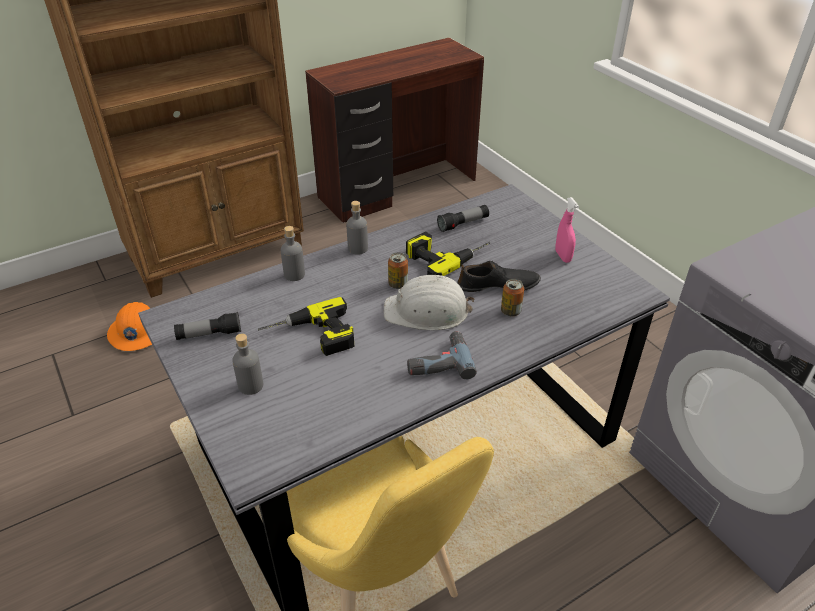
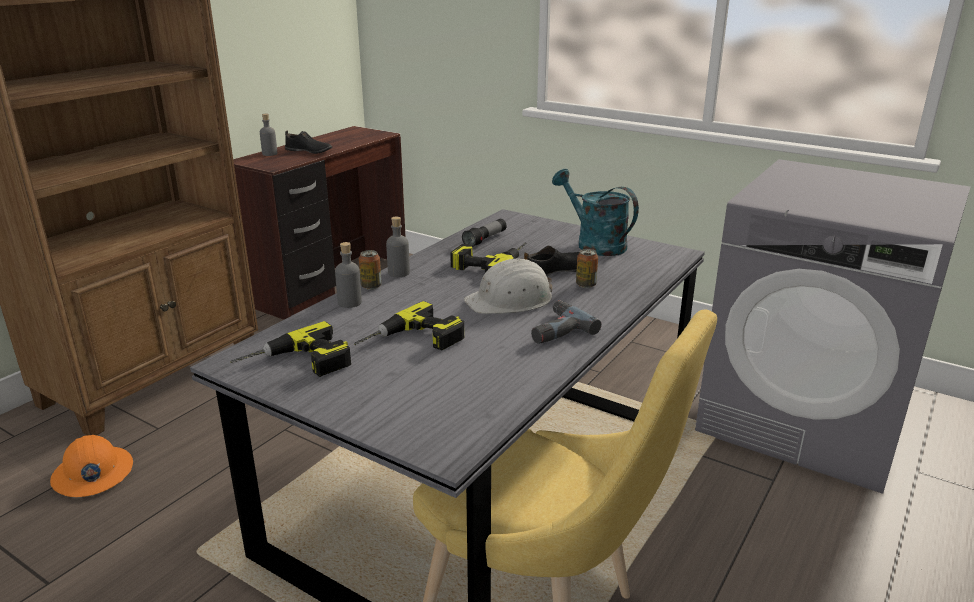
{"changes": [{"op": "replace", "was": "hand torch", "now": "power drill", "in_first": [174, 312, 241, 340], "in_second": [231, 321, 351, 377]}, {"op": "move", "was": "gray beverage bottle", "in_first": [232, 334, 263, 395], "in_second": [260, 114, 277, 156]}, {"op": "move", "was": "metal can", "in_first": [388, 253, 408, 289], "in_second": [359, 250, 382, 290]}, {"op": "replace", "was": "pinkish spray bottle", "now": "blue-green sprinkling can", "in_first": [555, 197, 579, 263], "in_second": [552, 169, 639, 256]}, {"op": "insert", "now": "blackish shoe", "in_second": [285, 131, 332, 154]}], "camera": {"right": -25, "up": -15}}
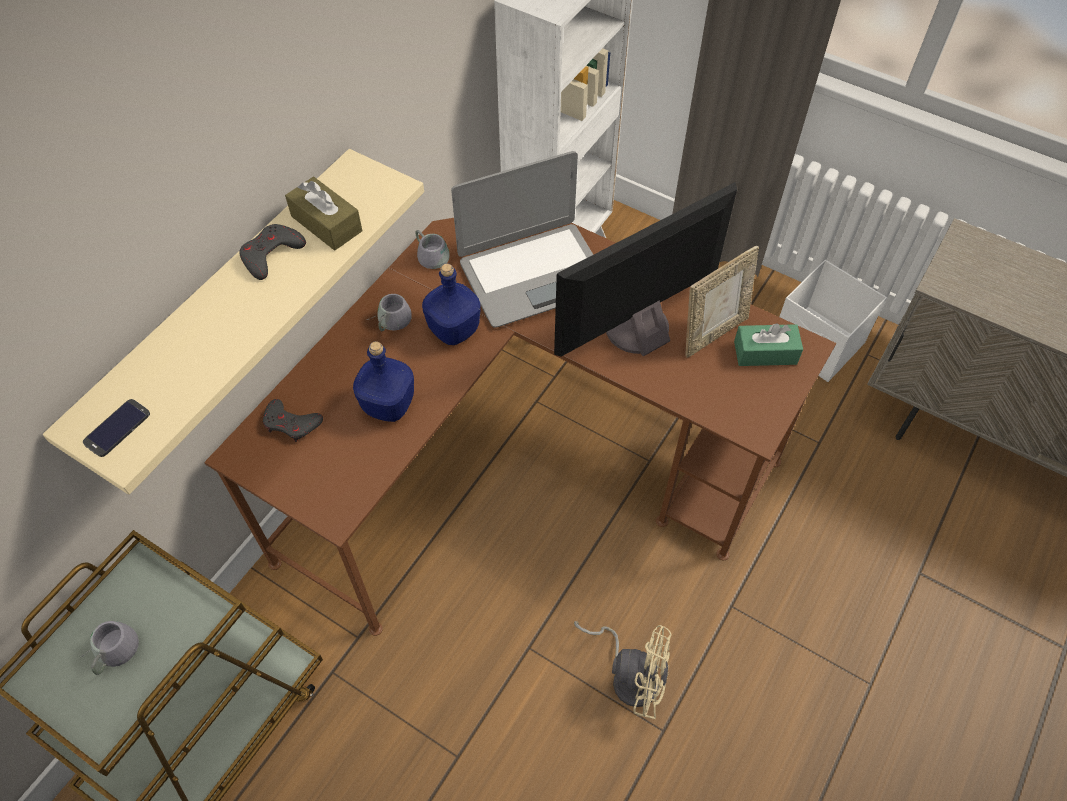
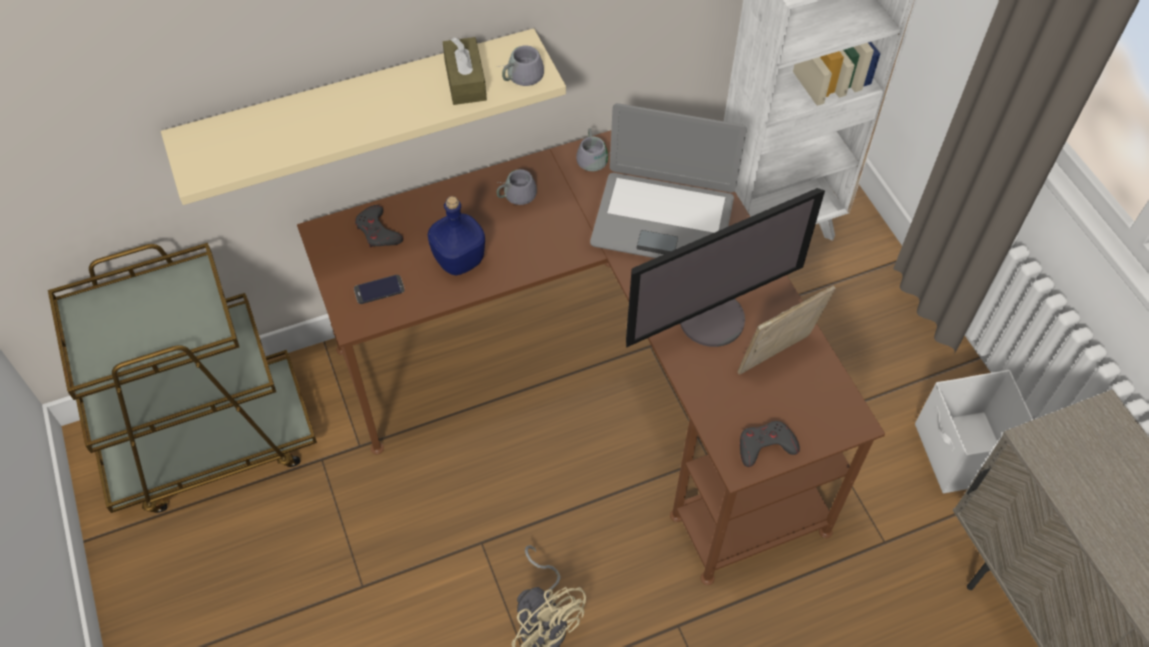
{"changes": [{"op": "move", "was": "gray mug", "in_first": [81, 621, 139, 675], "in_second": [497, 46, 544, 86]}, {"op": "move", "was": "telephone", "in_first": [83, 399, 150, 457], "in_second": [354, 275, 405, 304]}, {"op": "move", "was": "gray gamepad", "in_first": [239, 224, 306, 280], "in_second": [740, 421, 800, 467]}, {"op": "delete", "was": "blue-coloured beverage bottle", "in_first": [422, 263, 481, 345]}, {"op": "rotate", "was": "monitor", "in_first": [554, 182, 737, 357], "in_second": [626, 188, 825, 348], "clockwise": 150}, {"op": "rotate", "was": "standing frame", "in_first": [685, 246, 759, 358], "in_second": [737, 286, 836, 375], "clockwise": 150}, {"op": "delete", "was": "green tissue box", "in_first": [734, 323, 803, 366]}], "camera": {"right": 35, "up": 0}}
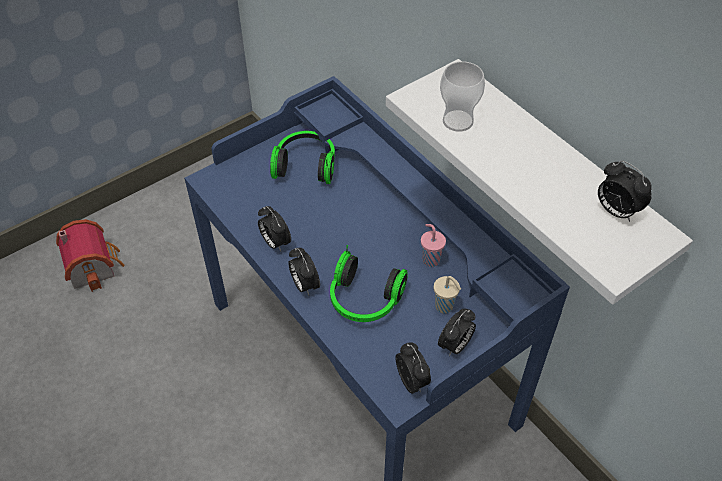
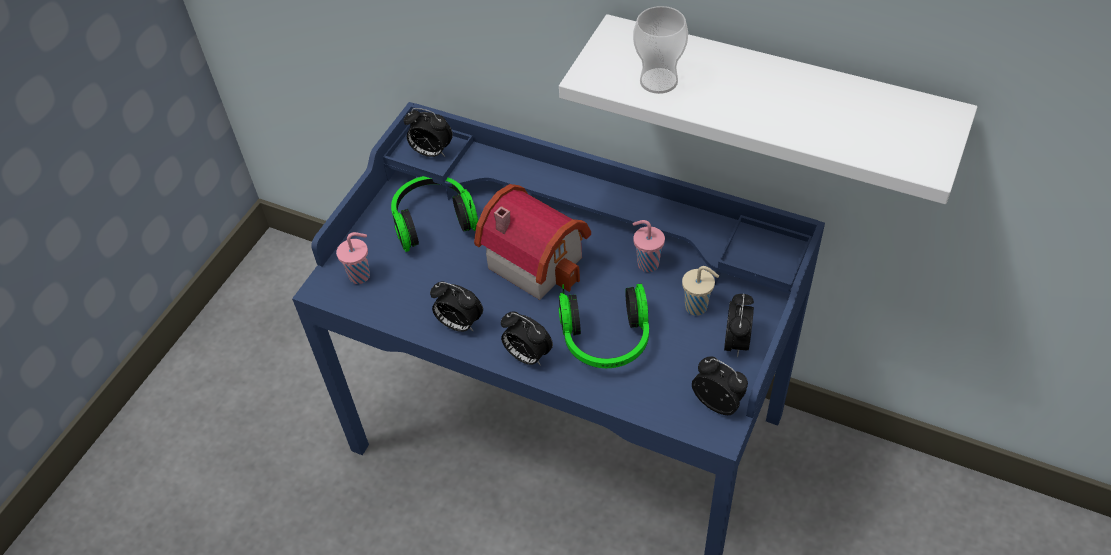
{"changes": [{"op": "move", "was": "toy house", "in_first": [56, 219, 125, 292], "in_second": [474, 184, 591, 300]}, {"op": "move", "was": "bedside clock", "in_first": [598, 161, 652, 222], "in_second": [404, 108, 453, 157]}, {"op": "insert", "now": "pinkish drinking cup", "in_second": [336, 232, 370, 284]}], "camera": {"right": -25, "up": 0}}
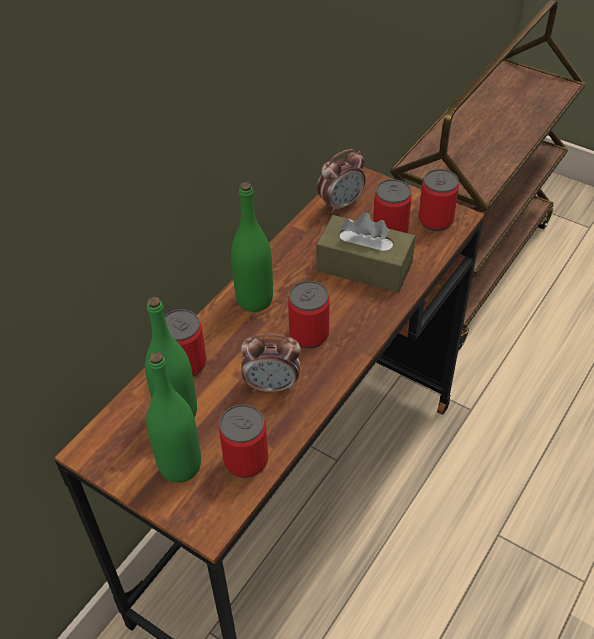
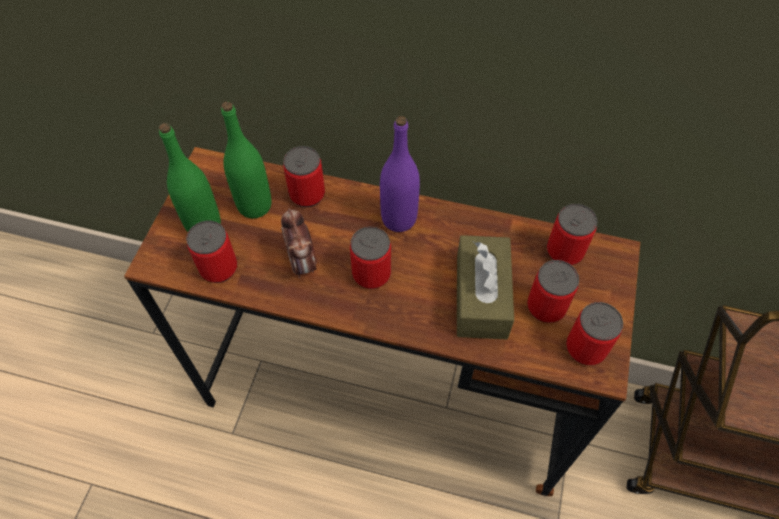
{"changes": [{"op": "recolor", "was": "green beverage bottle", "now": "purple-coloured beverage bottle", "in_first": [231, 182, 273, 312], "in_second": [380, 116, 420, 232]}, {"op": "replace", "was": "bedside clock", "now": "metal can", "in_first": [317, 149, 366, 214], "in_second": [547, 204, 598, 265]}], "camera": {"right": 70, "up": 10}}
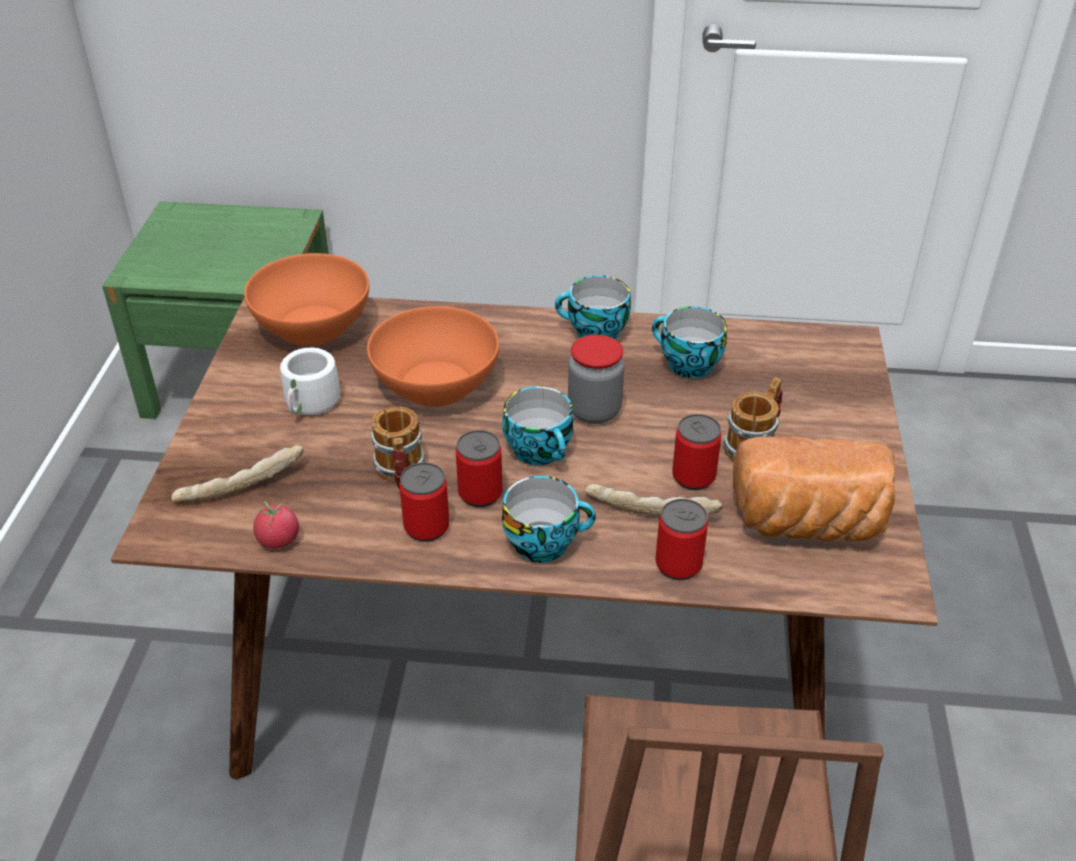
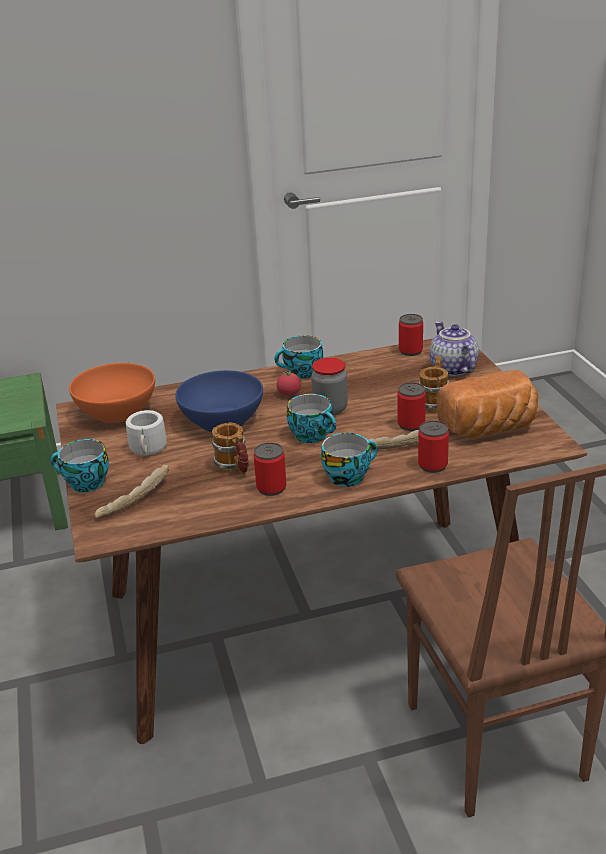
{"changes": [{"op": "move", "was": "tomato", "in_first": [253, 501, 299, 548], "in_second": [277, 370, 301, 396]}, {"op": "recolor", "was": "orangey deep dish", "now": "blue-coloured deep dish", "in_first": [367, 306, 499, 407], "in_second": [175, 370, 263, 432]}, {"op": "move", "was": "metal can", "in_first": [456, 430, 502, 507], "in_second": [399, 314, 423, 356]}, {"op": "move", "was": "drinking cup", "in_first": [652, 306, 727, 378], "in_second": [51, 439, 109, 492]}, {"op": "insert", "now": "teapot", "in_second": [429, 321, 479, 376]}], "camera": {"right": -20, "up": -10}}
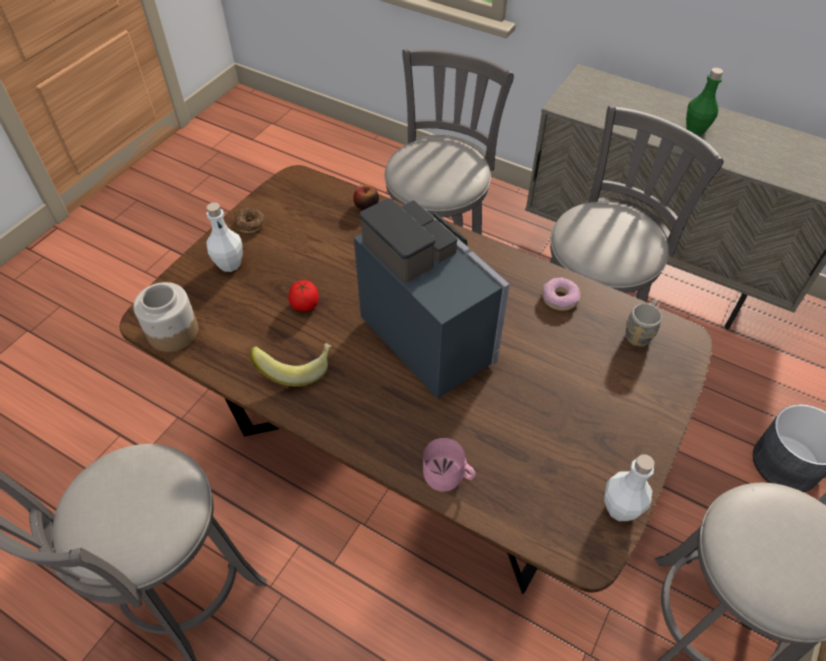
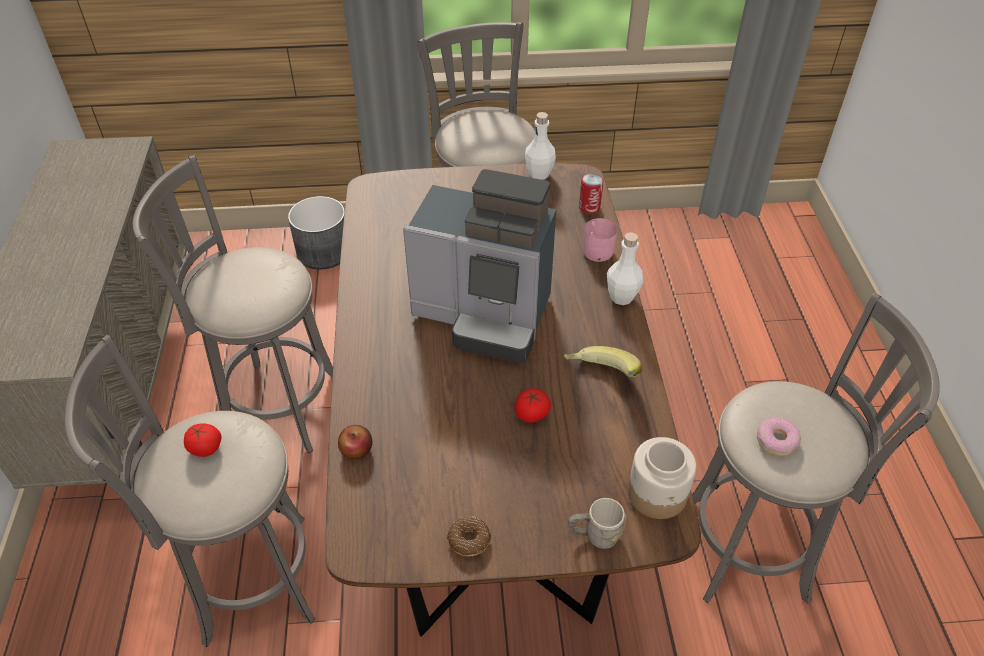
{"changes": [{"op": "move", "was": "whitish beverage bottle", "in_first": [206, 202, 243, 272], "in_second": [607, 232, 643, 305]}, {"op": "rotate", "was": "coffee brewer", "in_first": [354, 198, 510, 399], "in_second": [403, 169, 556, 363], "clockwise": -90}, {"op": "move", "was": "ring doughnut", "in_first": [542, 278, 581, 311], "in_second": [757, 417, 801, 456]}, {"op": "move", "was": "gray mug", "in_first": [626, 299, 662, 347], "in_second": [568, 498, 626, 549]}, {"op": "delete", "was": "green beverage bottle", "in_first": [686, 68, 723, 135]}, {"op": "insert", "now": "tomato", "in_second": [184, 423, 221, 457]}, {"op": "insert", "now": "metal can", "in_second": [579, 174, 604, 214]}], "camera": {"right": -125, "up": -5}}
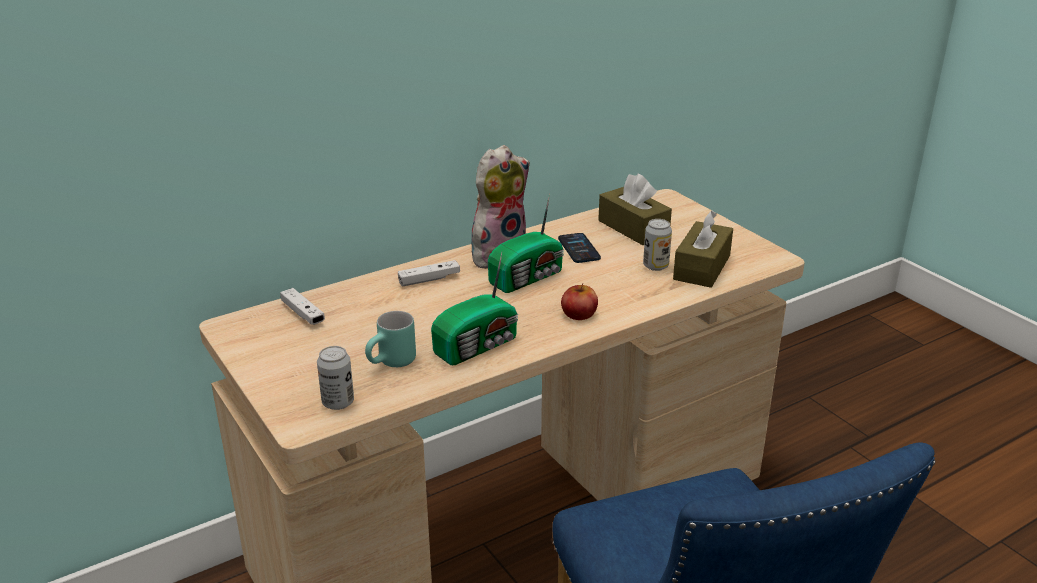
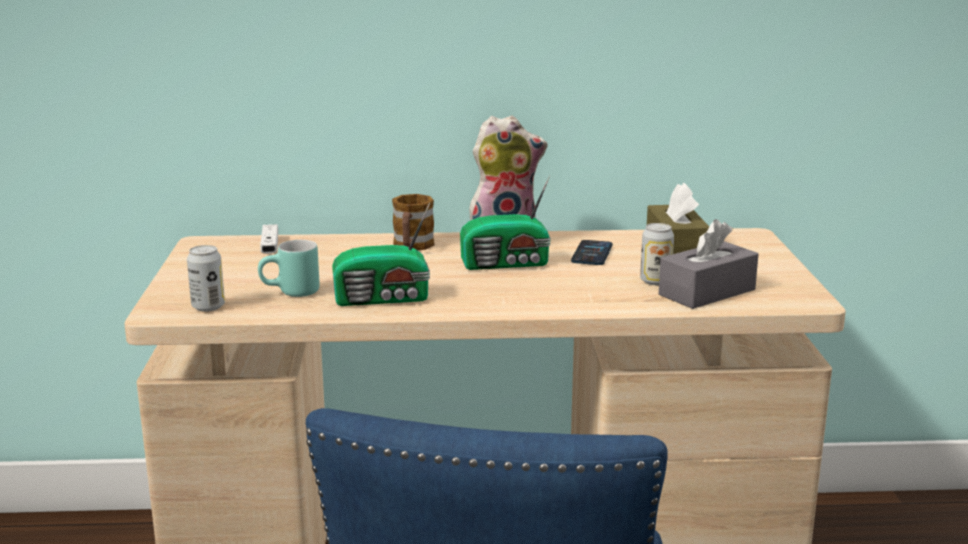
{"changes": [{"op": "replace", "was": "whitish gamepad", "now": "mug", "in_first": [398, 260, 460, 286], "in_second": [392, 194, 434, 250]}, {"op": "delete", "was": "apple fruit", "in_first": [561, 283, 598, 320]}, {"op": "recolor", "was": "brown-coloured tissue box", "now": "gray tissue box", "in_first": [673, 210, 733, 288], "in_second": [659, 219, 758, 309]}], "camera": {"right": 30, "up": -10}}
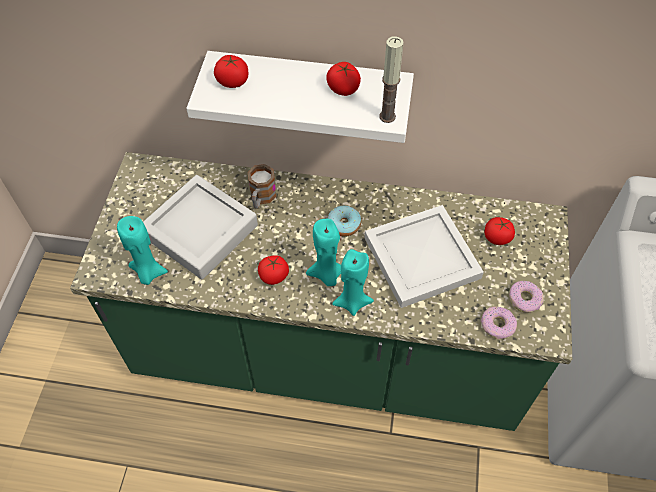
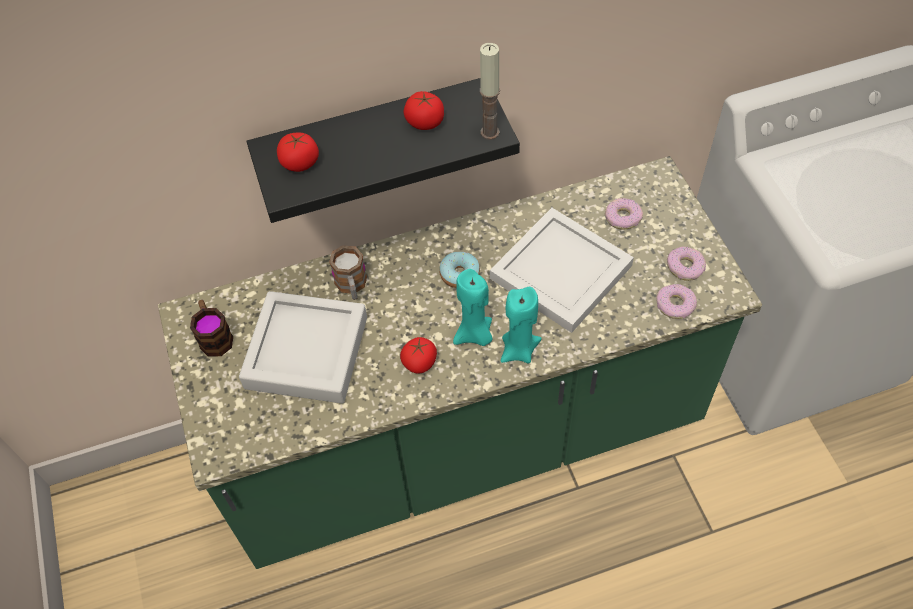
{"changes": [{"op": "delete", "was": "blue-green candle", "in_first": [117, 216, 168, 285]}, {"op": "recolor", "was": "whitish wall shelf", "now": "blackish wall shelf", "in_first": [186, 51, 414, 143], "in_second": [246, 78, 520, 223]}, {"op": "replace", "was": "tomato", "now": "ring doughnut", "in_first": [485, 217, 515, 245], "in_second": [605, 198, 643, 230]}, {"op": "insert", "now": "mug", "in_second": [190, 300, 233, 357]}], "camera": {"right": -25, "up": 0}}
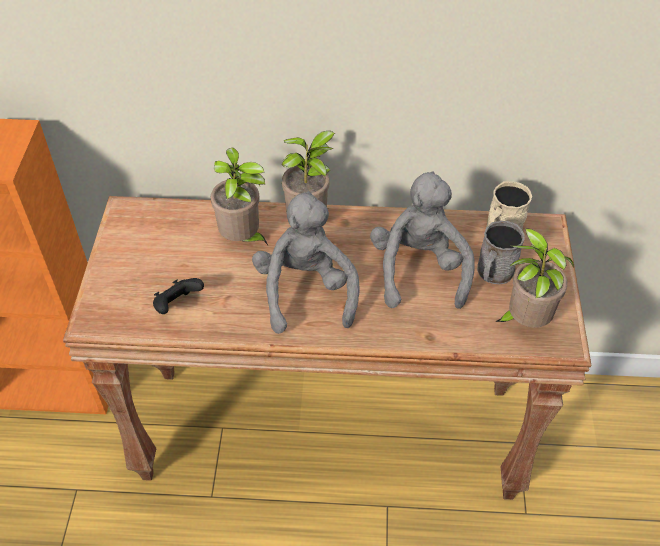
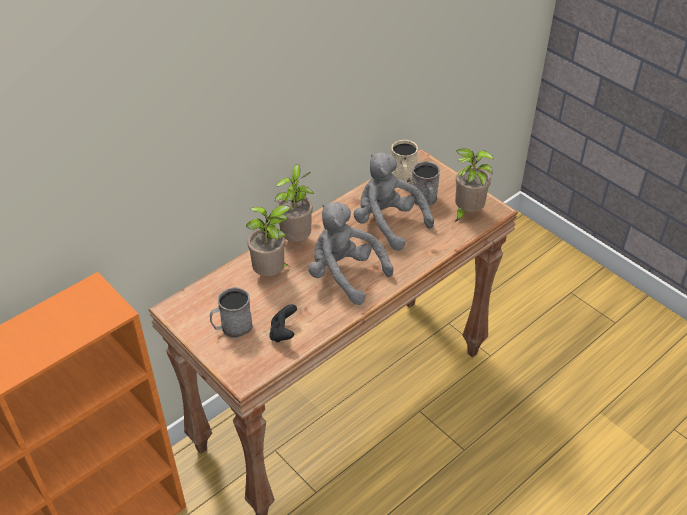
{"changes": [{"op": "insert", "now": "gray mug", "in_second": [210, 287, 253, 338]}], "camera": {"right": -45, "up": -5}}
